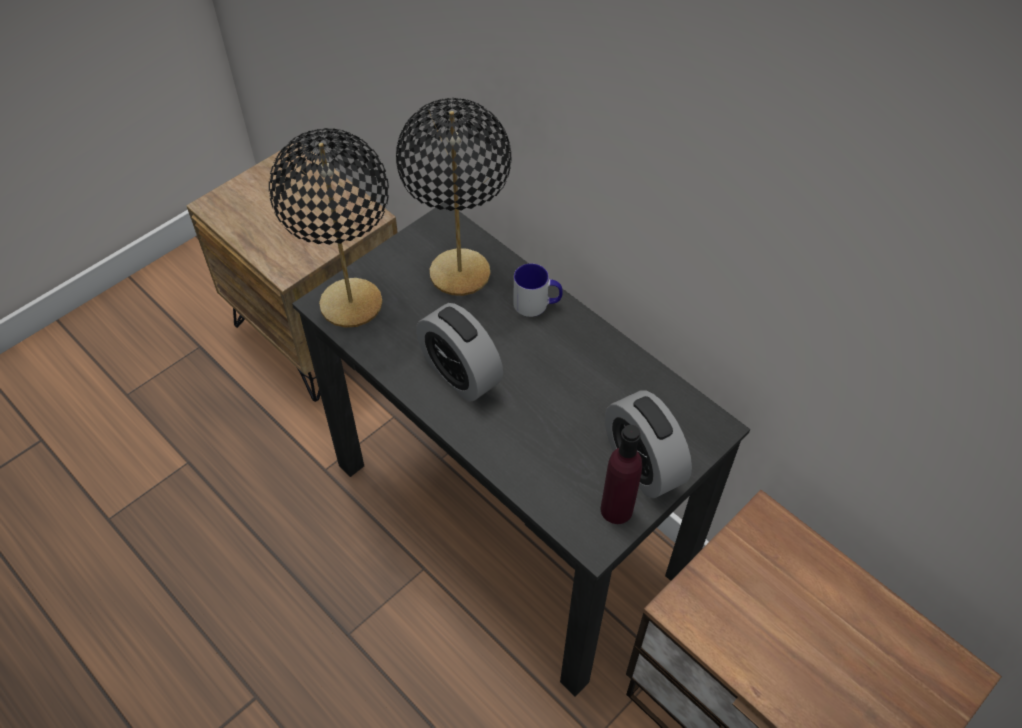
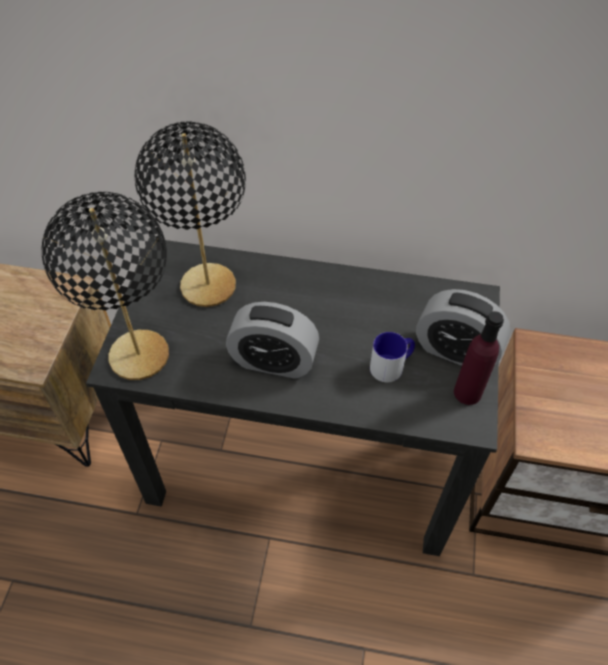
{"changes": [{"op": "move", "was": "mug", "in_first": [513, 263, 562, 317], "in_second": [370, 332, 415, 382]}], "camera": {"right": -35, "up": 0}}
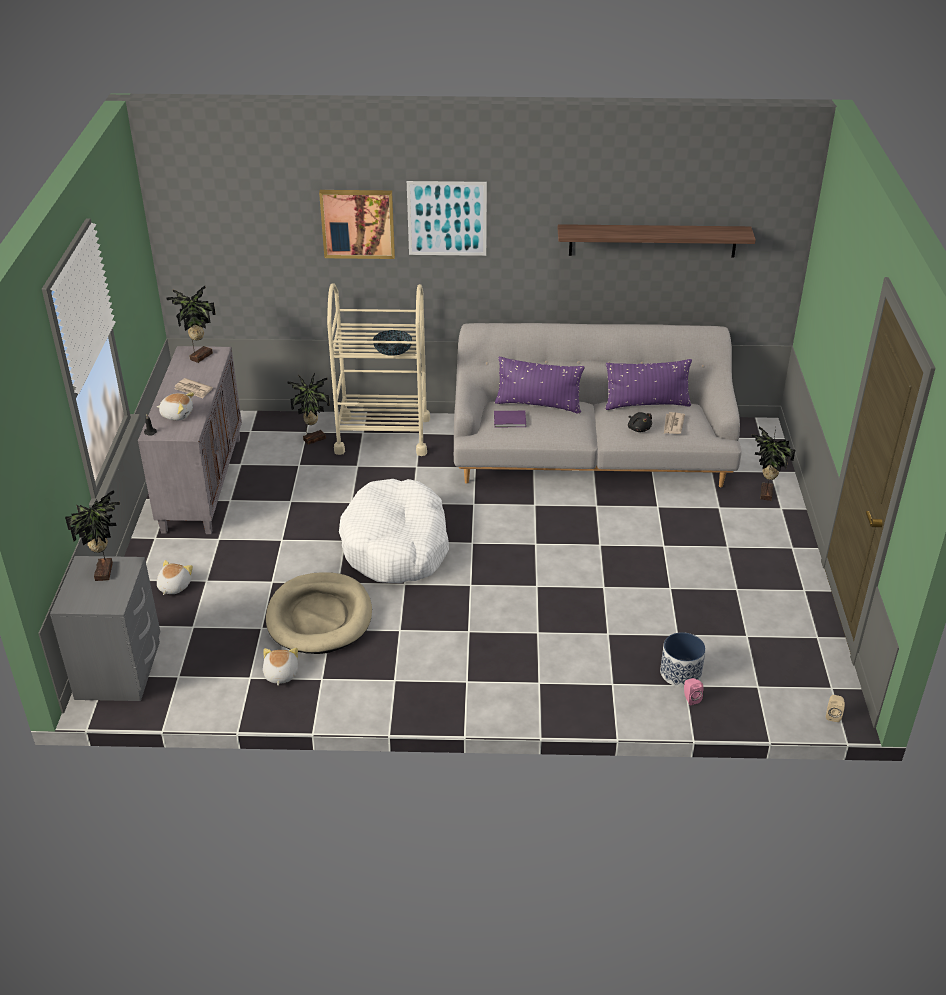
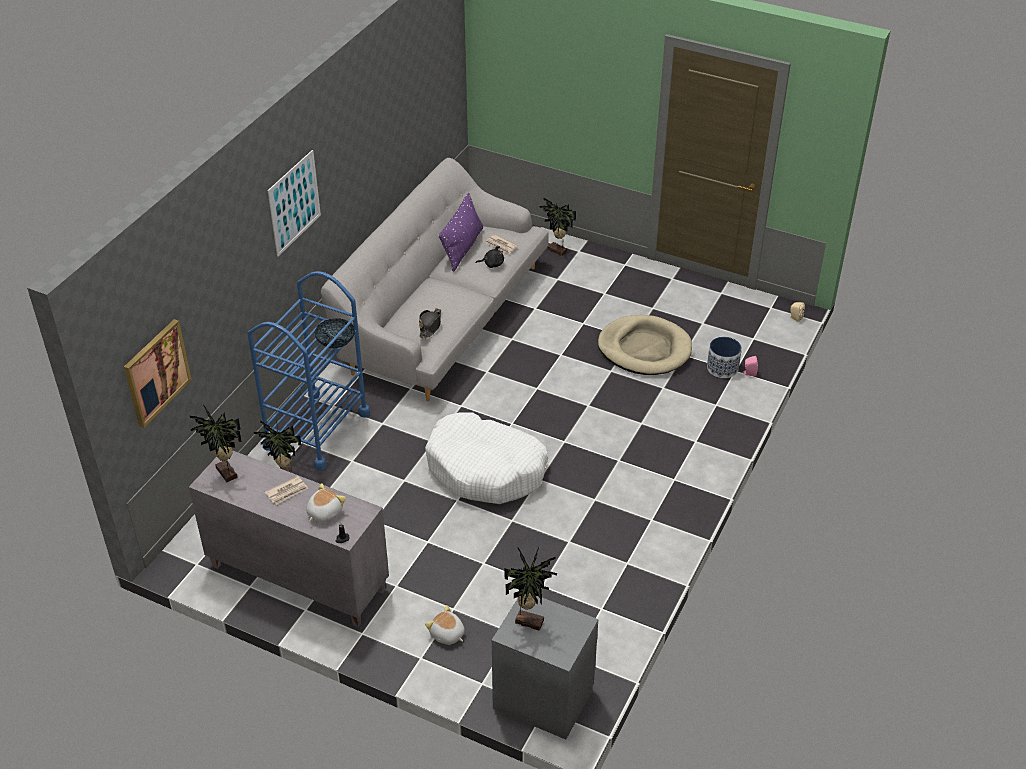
{"changes": [{"op": "delete", "was": "plush toy", "in_first": [263, 648, 298, 686]}, {"op": "move", "was": "sand-coloured pet bed", "in_first": [266, 572, 372, 654], "in_second": [598, 315, 692, 375]}, {"op": "move", "was": "picture", "in_first": [319, 190, 395, 259], "in_second": [124, 319, 192, 428]}, {"op": "recolor", "was": "sand-coloured trolley", "now": "blue-coloured trolley", "in_first": [327, 283, 430, 456], "in_second": [247, 271, 370, 470]}, {"op": "replace", "was": "purple-coloured bound book", "now": "blackish hat", "in_first": [494, 411, 526, 427], "in_second": [419, 309, 441, 339]}, {"op": "delete", "was": "purple-coloured cushion", "in_first": [495, 357, 585, 414]}, {"op": "delete", "was": "wall shelf", "in_first": [558, 224, 756, 258]}], "camera": {"right": -65, "up": 5}}
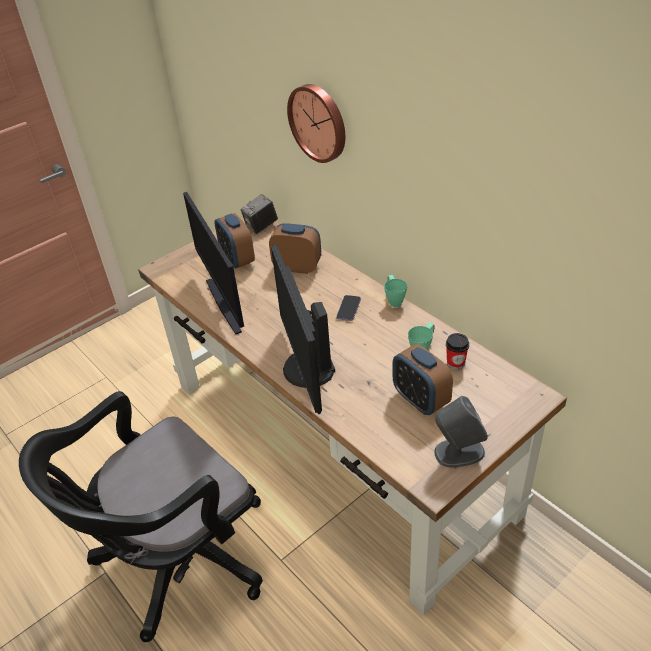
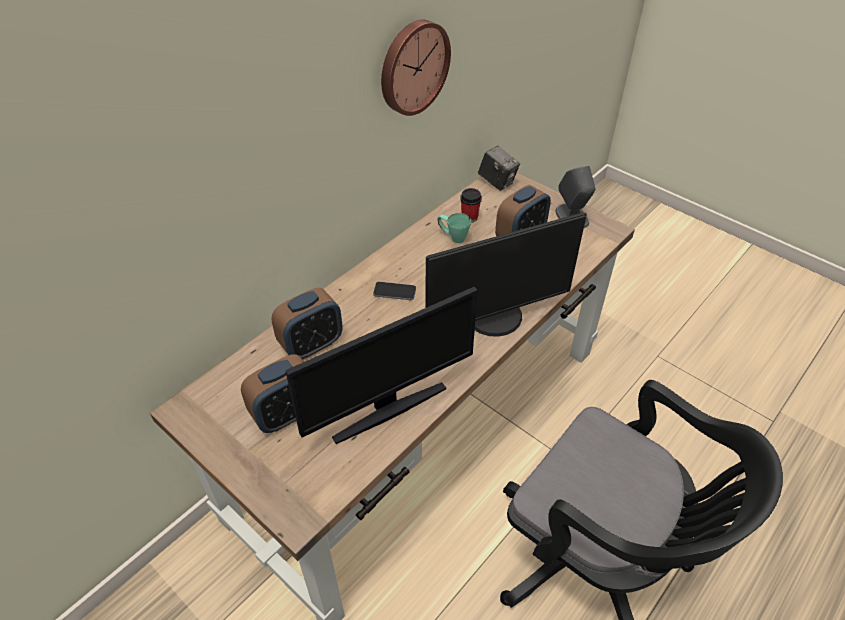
{"changes": [{"op": "move", "was": "still camera", "in_first": [240, 194, 278, 234], "in_second": [478, 146, 520, 191]}, {"op": "rotate", "was": "bedside clock", "in_first": [269, 223, 321, 274], "in_second": [271, 288, 343, 359], "clockwise": -135}, {"op": "move", "was": "hanging clock", "in_first": [287, 84, 345, 163], "in_second": [381, 20, 451, 116]}, {"op": "delete", "was": "green mug", "in_first": [384, 275, 407, 307]}], "camera": {"right": -100, "up": 5}}
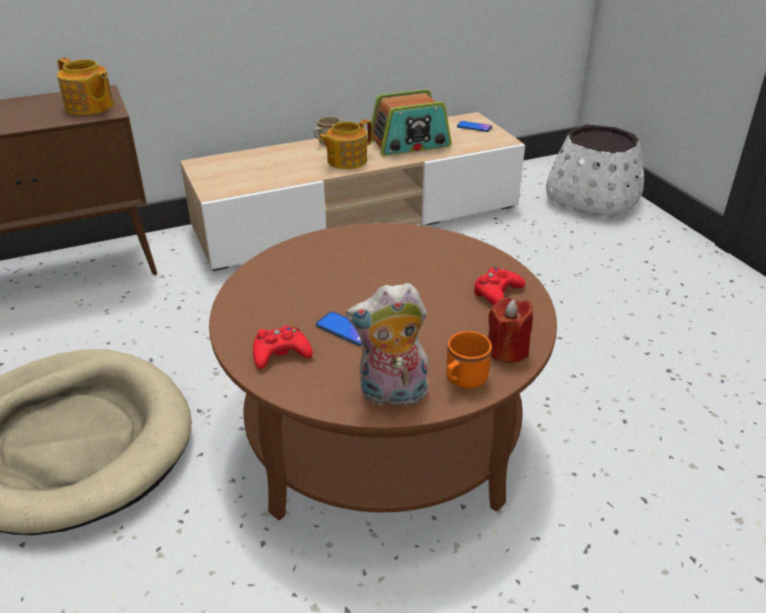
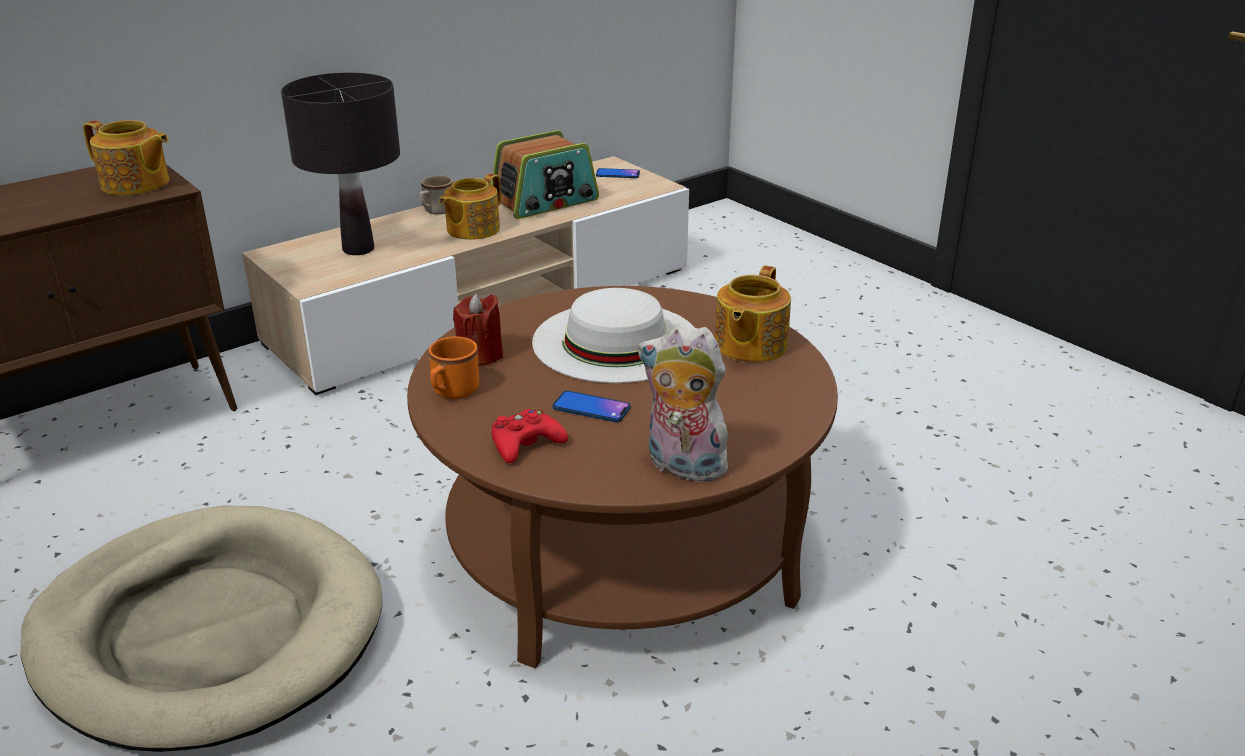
{"changes": [{"op": "rotate", "was": "plush toy", "in_first": [346, 283, 428, 410], "in_second": [638, 323, 737, 482], "clockwise": 45}, {"op": "move", "was": "orangey mug", "in_first": [446, 331, 492, 389], "in_second": [429, 336, 479, 399]}, {"op": "replace", "was": "red gamepad", "now": "teapot", "in_first": [473, 267, 525, 305], "in_second": [715, 266, 791, 362]}, {"op": "move", "was": "red candle", "in_first": [488, 298, 533, 363], "in_second": [453, 293, 503, 366]}, {"op": "delete", "was": "whitish planter", "in_first": [546, 124, 644, 217]}, {"op": "insert", "now": "blackish tabletop lamp", "in_second": [281, 73, 400, 255]}, {"op": "insert", "now": "whitish hat", "in_second": [532, 288, 695, 383]}], "camera": {"right": -15, "up": -5}}
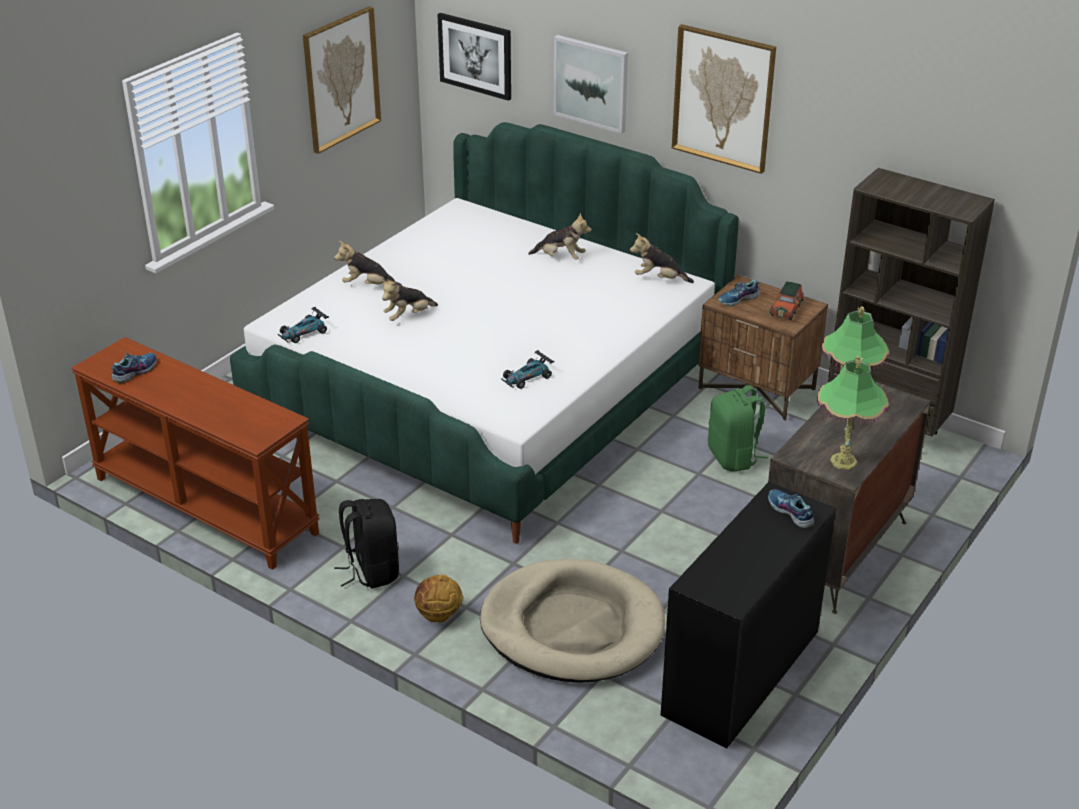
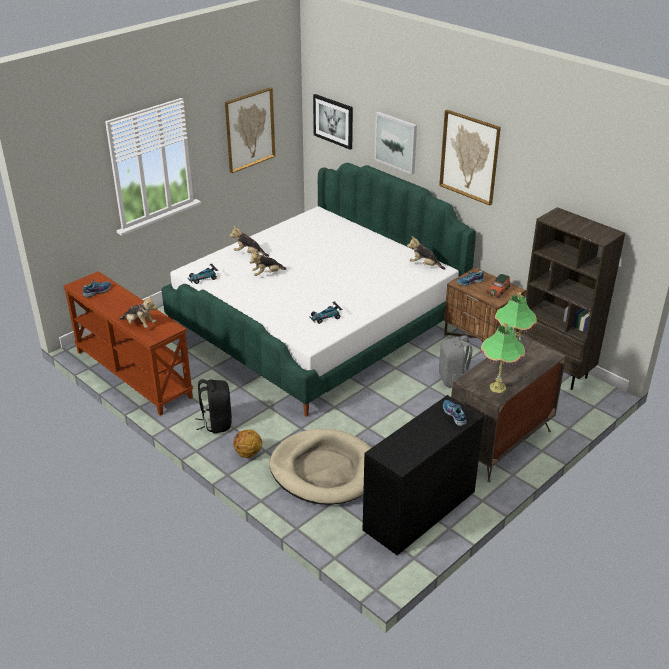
{"changes": [{"op": "move", "was": "plush toy", "in_first": [528, 213, 591, 259], "in_second": [119, 296, 158, 328]}, {"op": "recolor", "was": "green rucksack", "now": "gray rucksack", "in_first": [708, 385, 768, 472], "in_second": [439, 335, 472, 388]}], "camera": {"right": 10, "up": 0}}
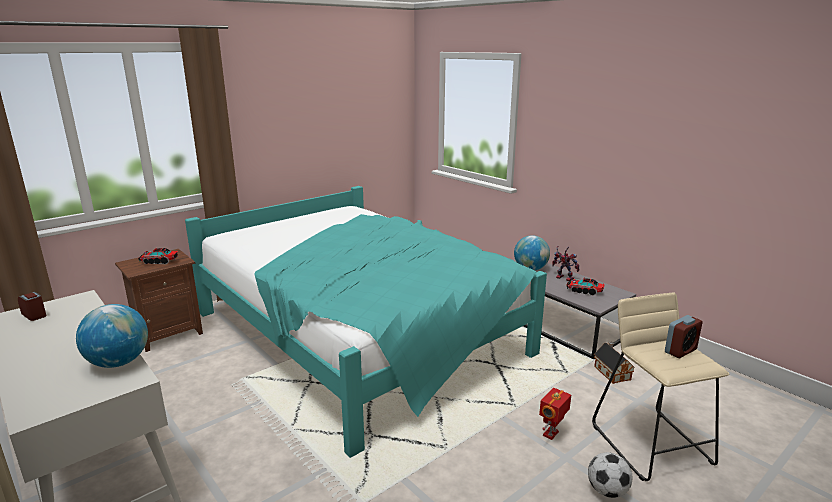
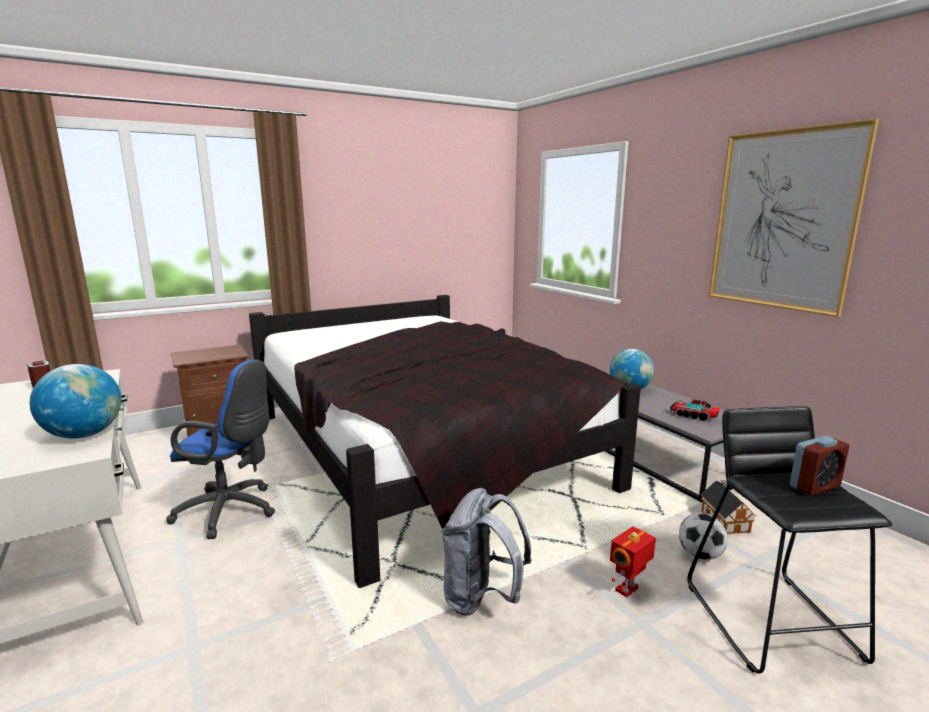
{"changes": [{"op": "delete", "was": "toy truck", "in_first": [138, 248, 178, 264]}, {"op": "recolor", "was": "blue-green bedroom bed", "now": "blackish bedroom bed", "in_first": [185, 186, 547, 458], "in_second": [249, 295, 641, 588]}, {"op": "delete", "was": "robot figure", "in_first": [552, 246, 579, 281]}, {"op": "move", "was": "ball for football", "in_first": [588, 452, 633, 498], "in_second": [679, 513, 728, 560]}, {"op": "recolor", "was": "sand-coloured sitting stool", "now": "blackish sitting stool", "in_first": [592, 292, 730, 481], "in_second": [687, 406, 892, 673]}, {"op": "insert", "now": "blue-coloured office chair", "in_second": [166, 360, 275, 539]}, {"op": "insert", "now": "gray rucksack", "in_second": [441, 488, 532, 616]}, {"op": "insert", "now": "picture", "in_second": [709, 119, 879, 317]}], "camera": {"right": 10, "up": -5}}
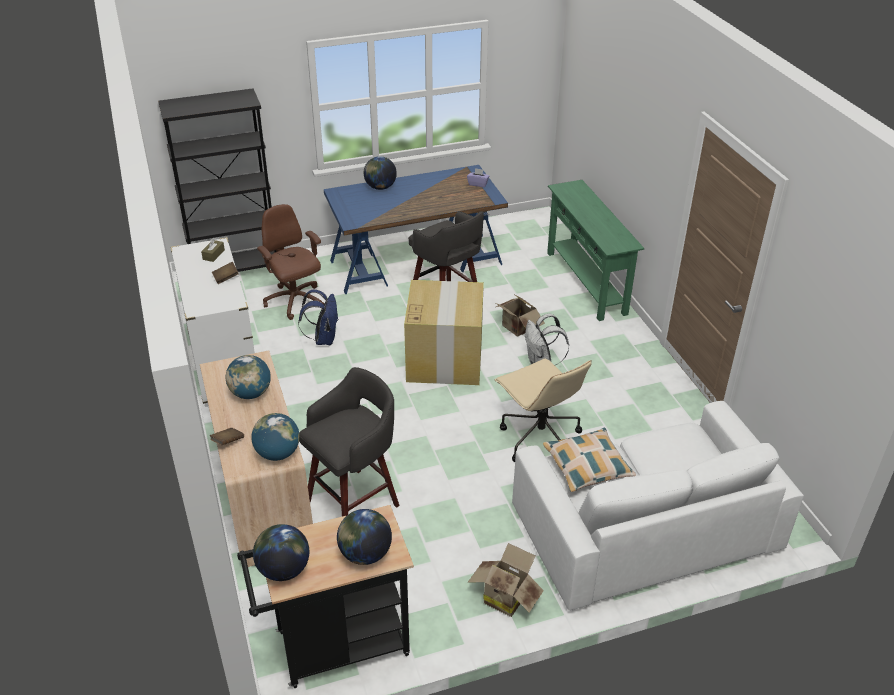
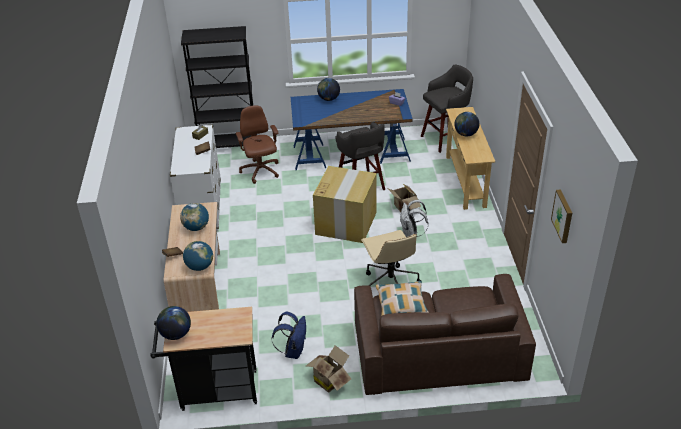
{"changes": [{"op": "move", "was": "blue-coloured rucksack", "in_first": [298, 290, 339, 345], "in_second": [272, 312, 306, 359]}, {"op": "move", "was": "gray sitting stool", "in_first": [299, 367, 400, 517], "in_second": [421, 65, 473, 153]}, {"op": "move", "was": "globe", "in_first": [337, 509, 392, 565], "in_second": [454, 112, 479, 136]}, {"op": "recolor", "was": "whitish settee", "now": "brown-coloured settee", "in_first": [512, 401, 804, 611], "in_second": [354, 274, 536, 395]}, {"op": "recolor", "was": "green narrow table", "now": "sand-coloured narrow table", "in_first": [547, 180, 644, 321], "in_second": [446, 107, 495, 210]}, {"op": "insert", "now": "picture", "in_second": [551, 189, 572, 243]}], "camera": {"right": 15, "up": 0}}
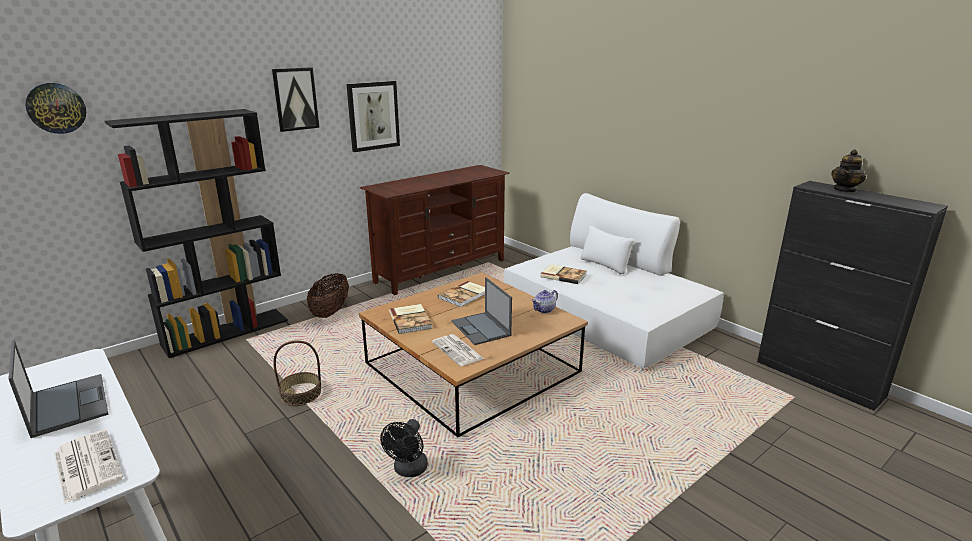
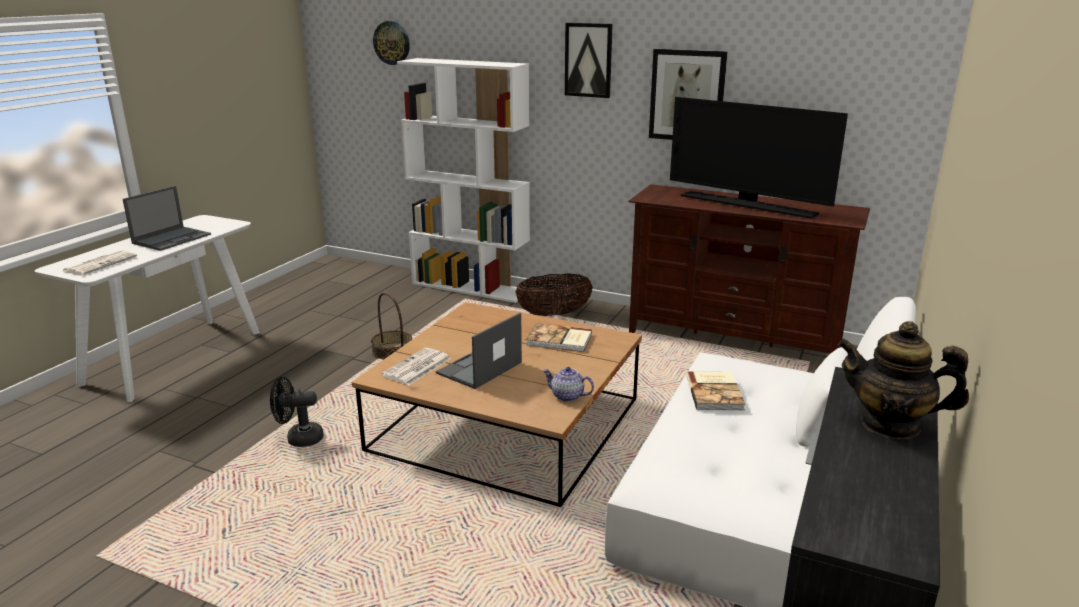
{"changes": [{"op": "recolor", "was": "blackish bookcase", "now": "whitish bookcase", "in_first": [105, 109, 288, 358], "in_second": [397, 58, 530, 303]}, {"op": "delete", "was": "bound book", "in_first": [389, 304, 432, 334]}, {"op": "insert", "now": "television", "in_second": [670, 97, 848, 219]}], "camera": {"right": 65, "up": 0}}
